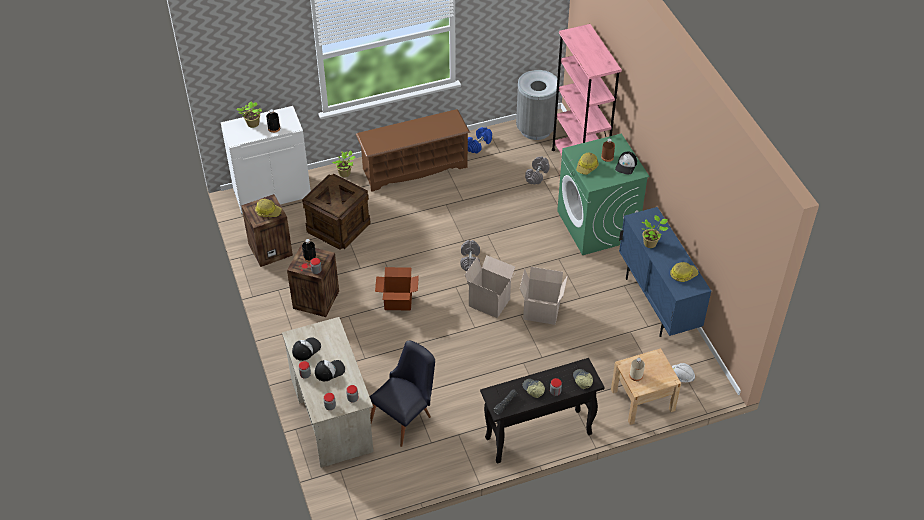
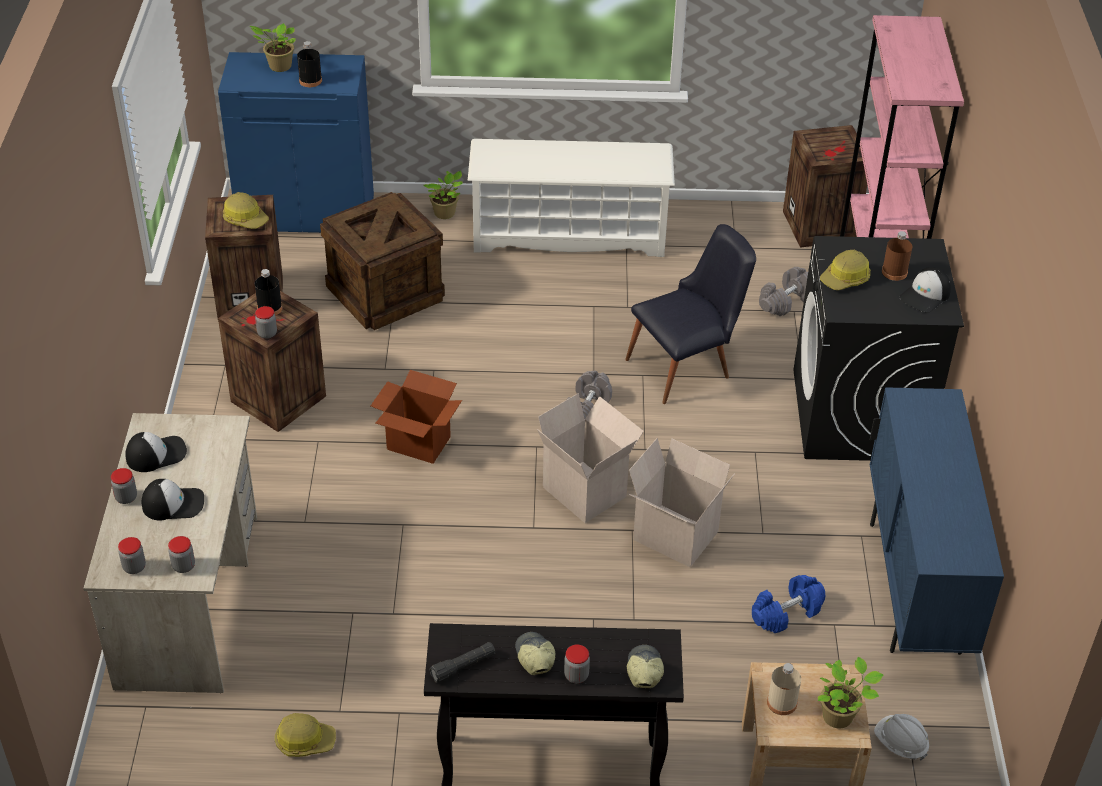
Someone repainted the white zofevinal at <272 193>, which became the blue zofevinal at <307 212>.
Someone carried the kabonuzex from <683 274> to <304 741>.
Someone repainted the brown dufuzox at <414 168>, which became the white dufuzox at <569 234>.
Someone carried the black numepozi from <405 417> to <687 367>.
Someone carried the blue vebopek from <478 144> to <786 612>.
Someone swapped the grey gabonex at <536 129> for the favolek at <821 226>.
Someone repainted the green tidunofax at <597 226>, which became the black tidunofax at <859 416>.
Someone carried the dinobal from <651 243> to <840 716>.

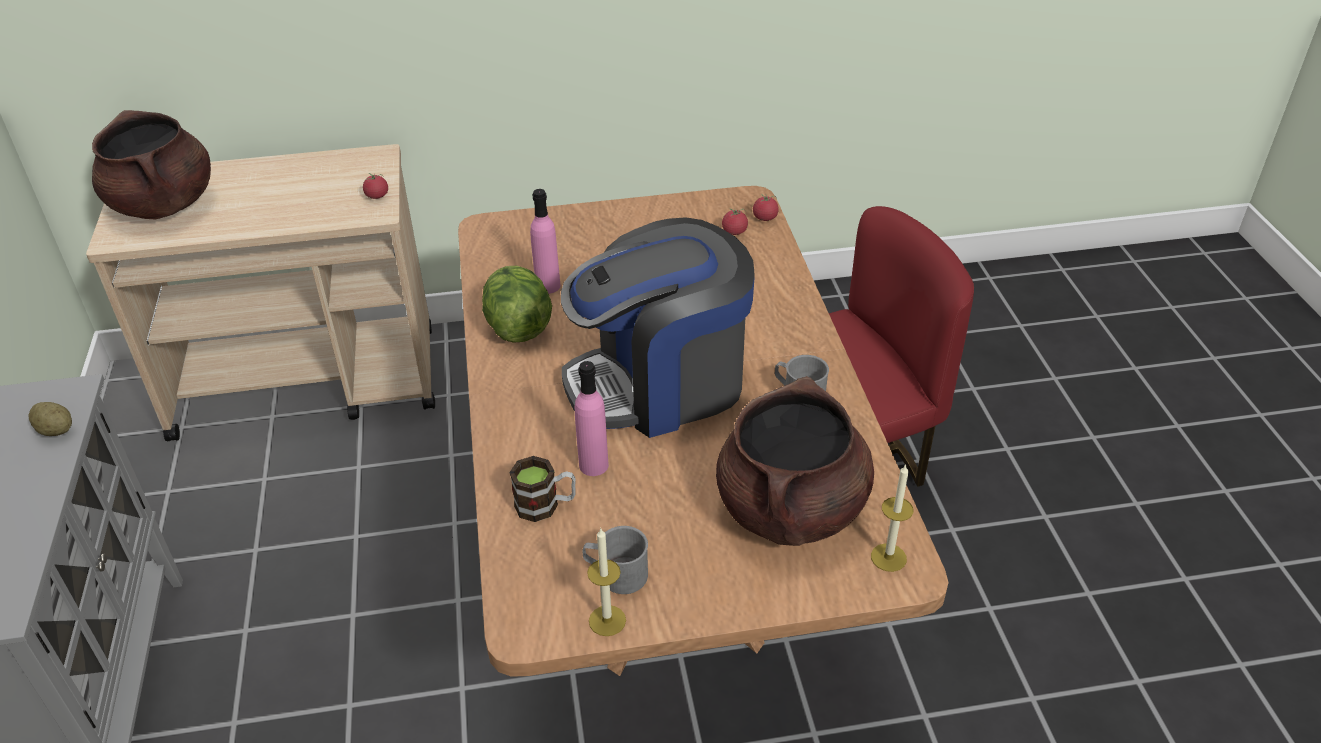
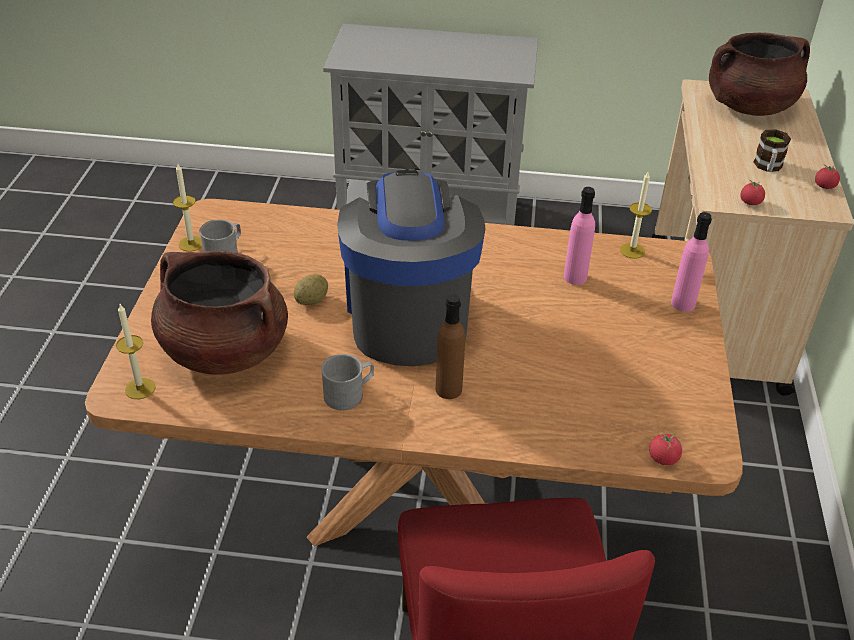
Someone carried the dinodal from <56 430> to <311 300>.
Someone put down the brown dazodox at <448 389>.
Someone put down the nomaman at <632 251>.
Someone carried the pink dazodox from <593 465> to <683 303>.
Someone carried the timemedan from <546 505> to <767 167>.
Someone carried the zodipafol from <734 231> to <824 186>.
Someone took away the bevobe at <518 327>.

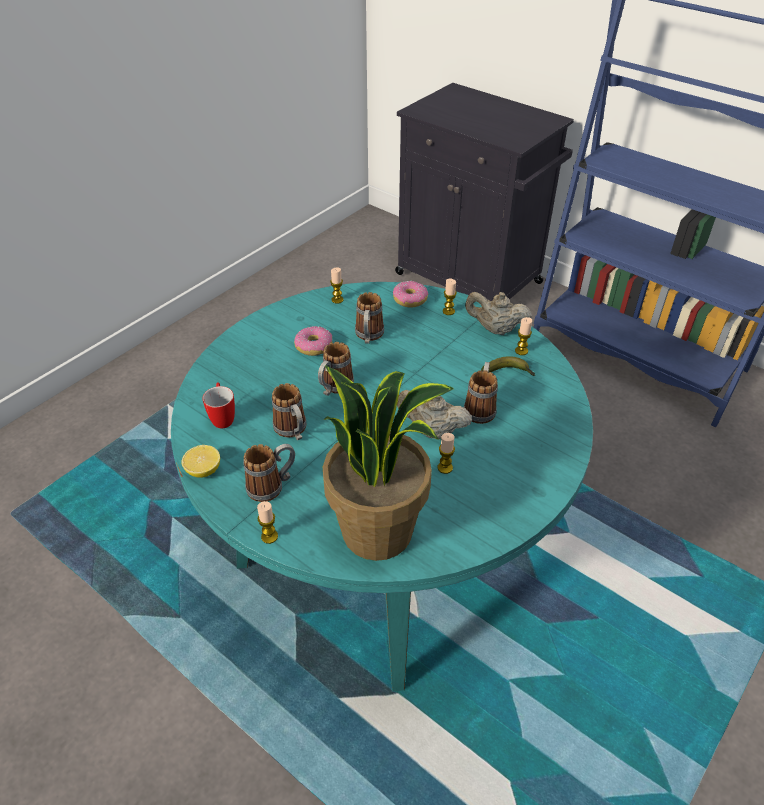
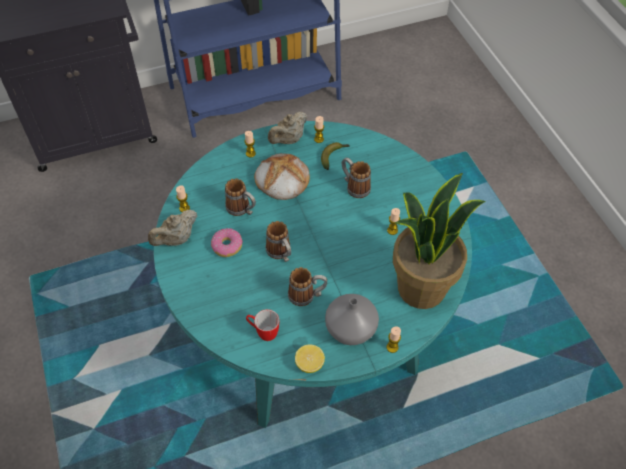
Someone carried the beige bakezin from <432 431> to <176 239>.
Someone put down the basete at <281 179>.
Someone swapped the timemedan at <272 486> for the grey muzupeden at <349 328>.
Someone took away the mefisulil at <410 299>.

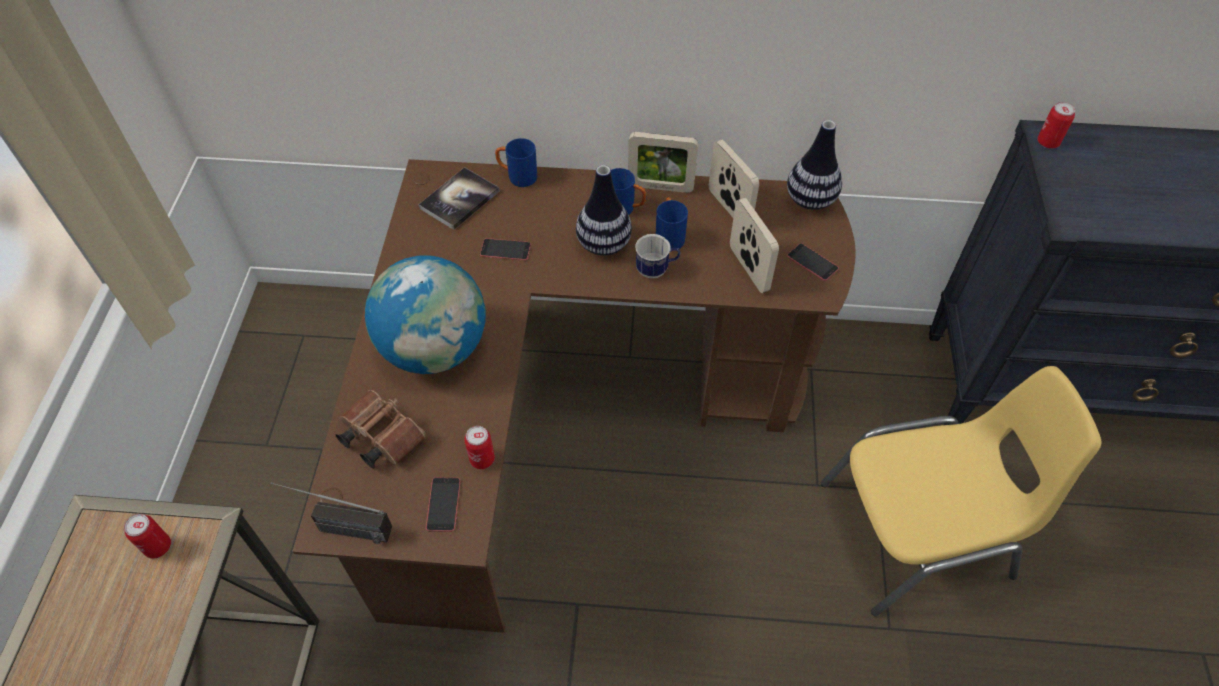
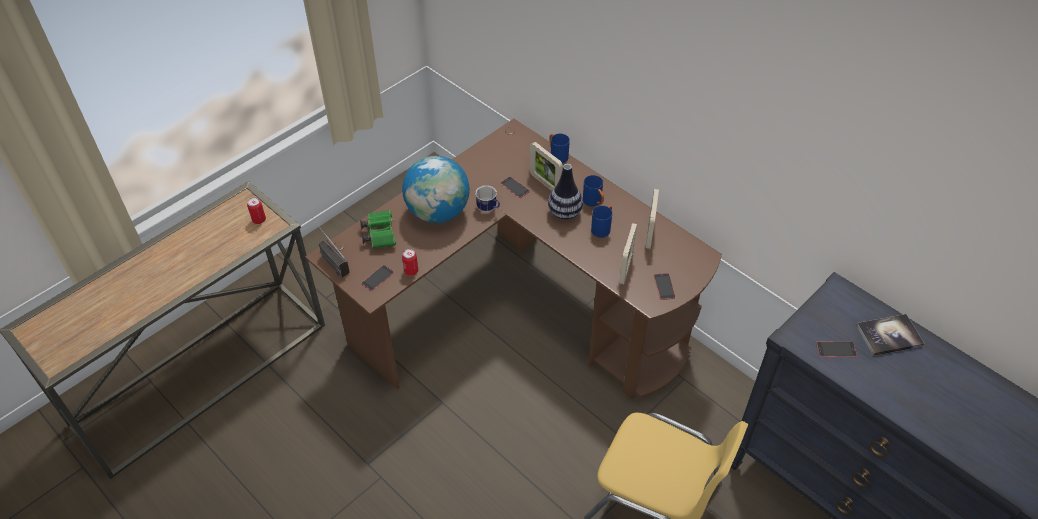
Someone repainted the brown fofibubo at <379 436>, which became the green fofibubo at <379 234>.
Someone carried the timemedan from <656 270> to <489 209>.
Someone carried the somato from <660 187> to <545 183>.
Someone put down the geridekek at <836 349>.
Someone carried the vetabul from <459 199> to <889 336>.
Someone took away the muzupeden at <810 200>.
Someone took away the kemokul at <1047 142>.

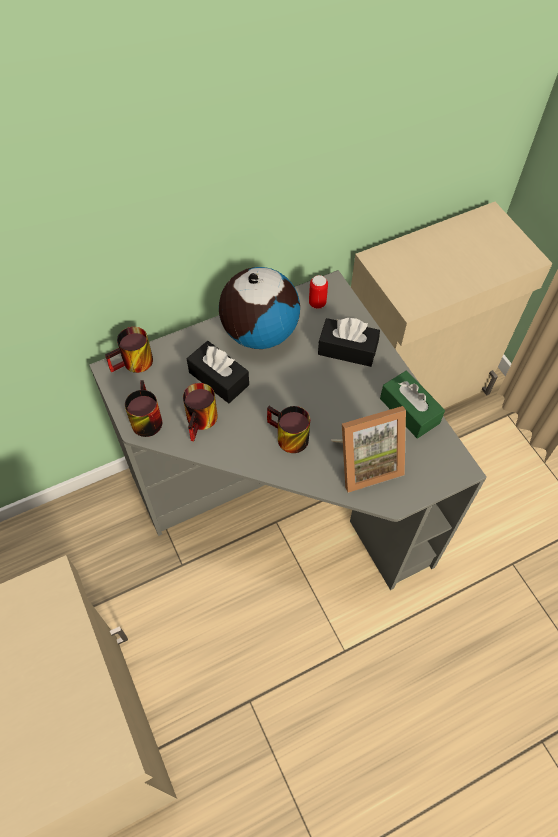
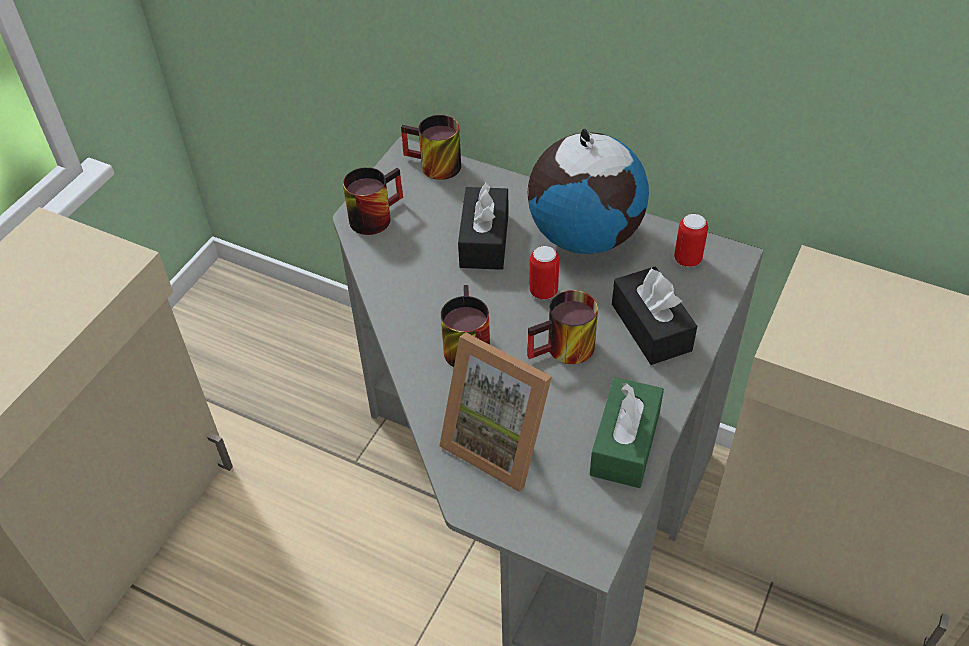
Someone carried the timemedan from <203 422> to <565 352>.
Someone put down the kemokul at <543 292>.

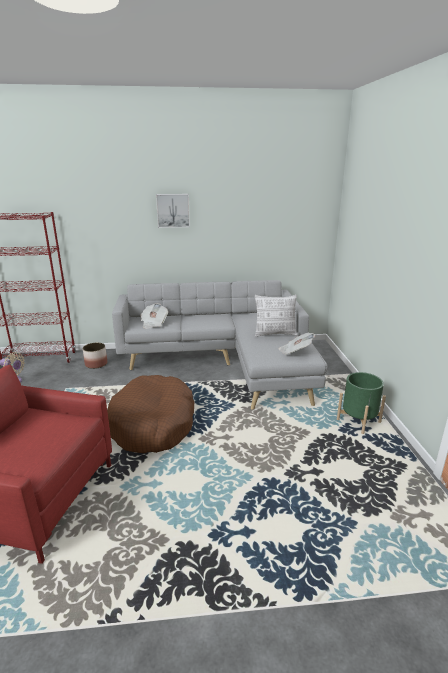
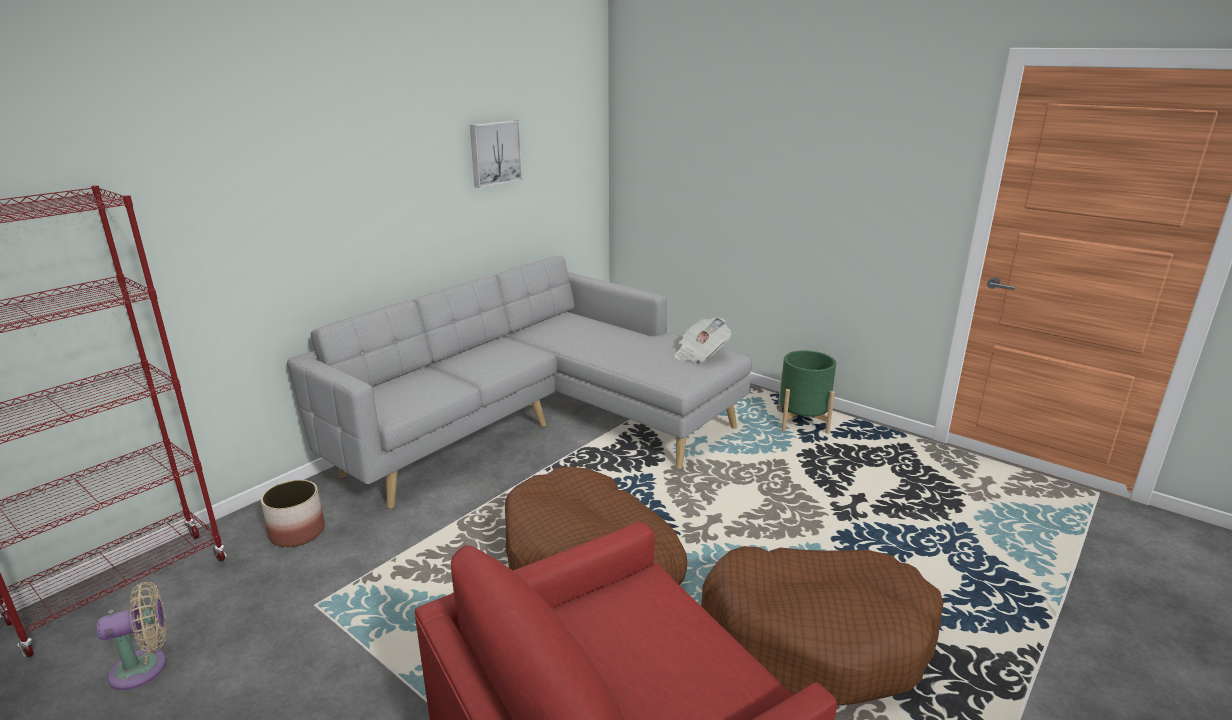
Someone carried the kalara from <173 210> to <494 153>.
Someone put down the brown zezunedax at <817 637>.
Someone took away the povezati at <153 323>.
Someone took away the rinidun at <275 334>.

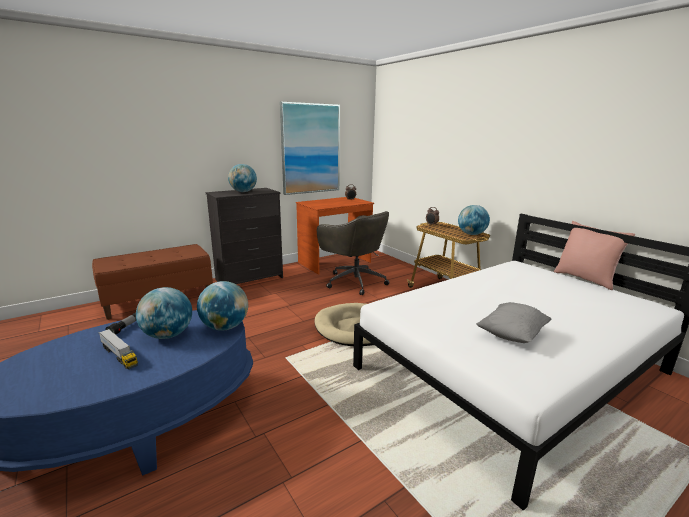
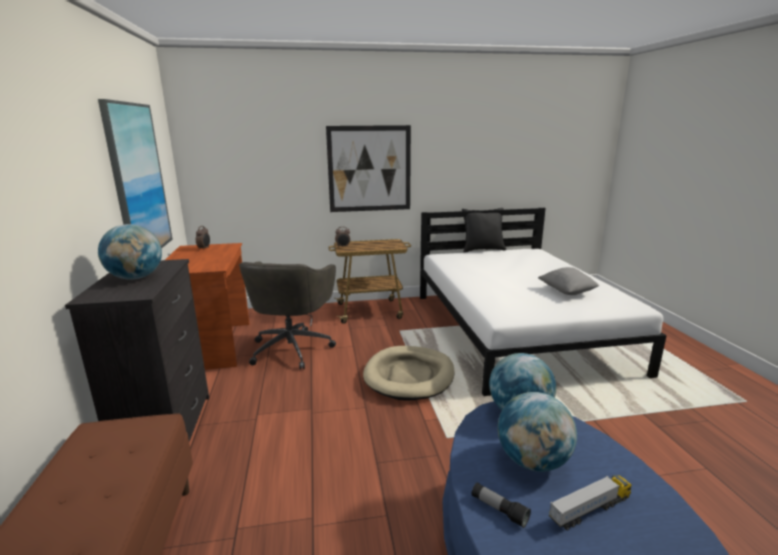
Someone rotated the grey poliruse at <354 281> by 120 degrees clockwise.
Someone put up the kalara at <369 169>.
Someone repainted the pink rinidun at <585 279>, which became the black rinidun at <482 249>.
Someone took away the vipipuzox at <471 234>.

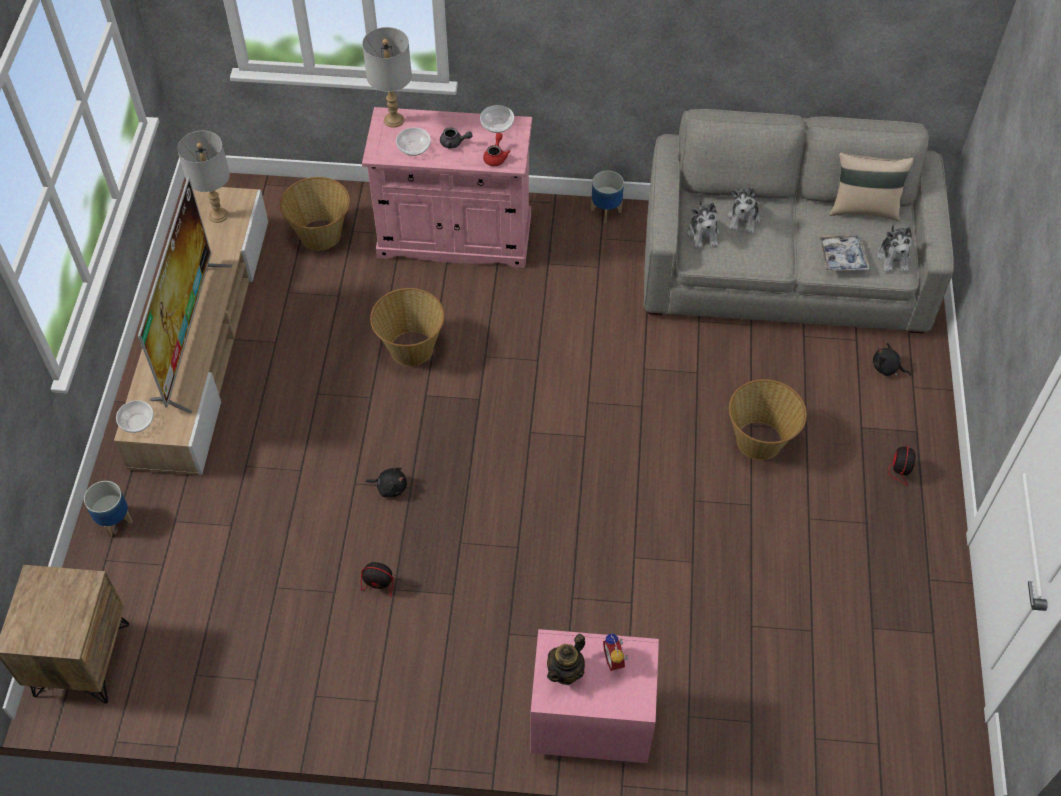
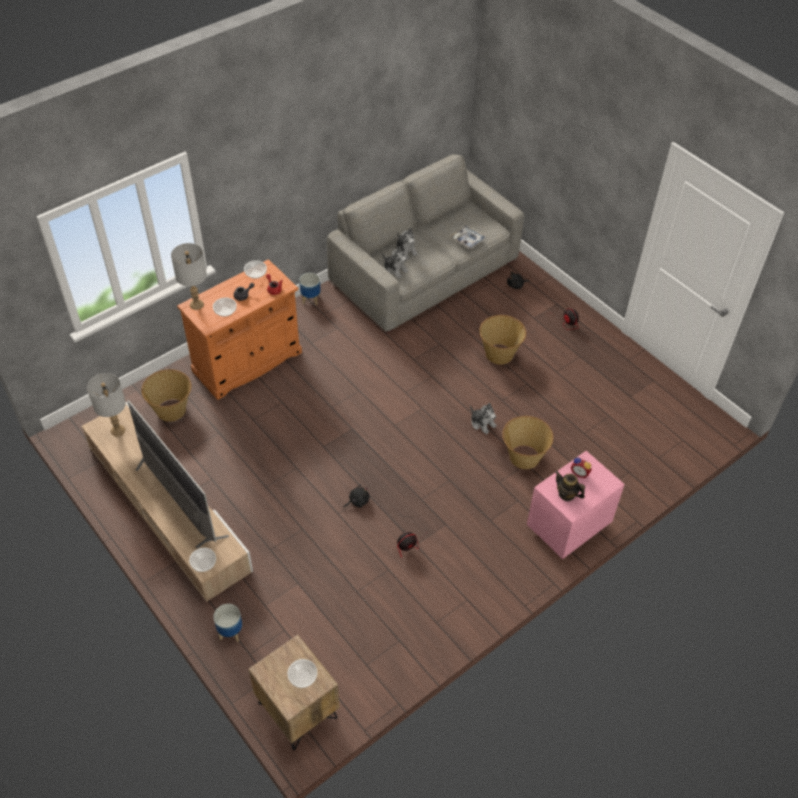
Someone repainted the pink zofevinal at <454 236>, which became the orange zofevinal at <247 362>.
Someone put down the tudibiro at <303 677>.
Someone carried the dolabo from <893 258> to <482 423>.
Someone carried the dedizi from <411 348> to <523 457>.
Someone rotated the bakezin at <566 672> by 135 degrees clockwise.
Someone took away the beige rinidun at <863 208>.

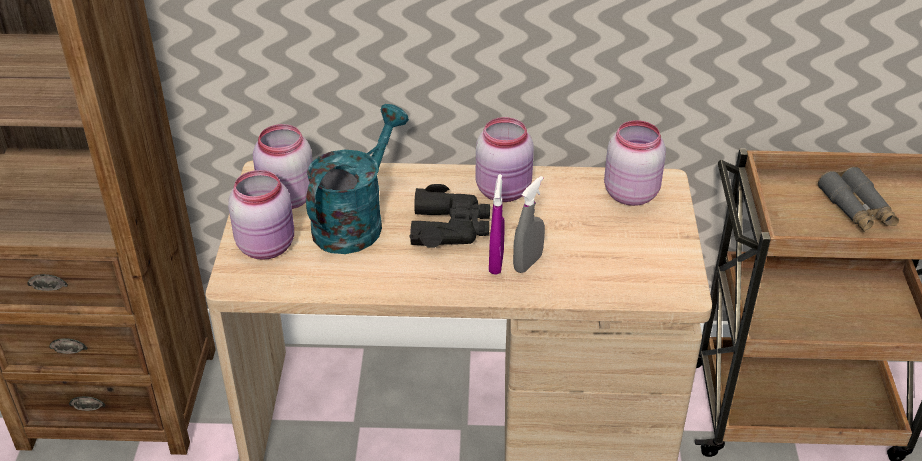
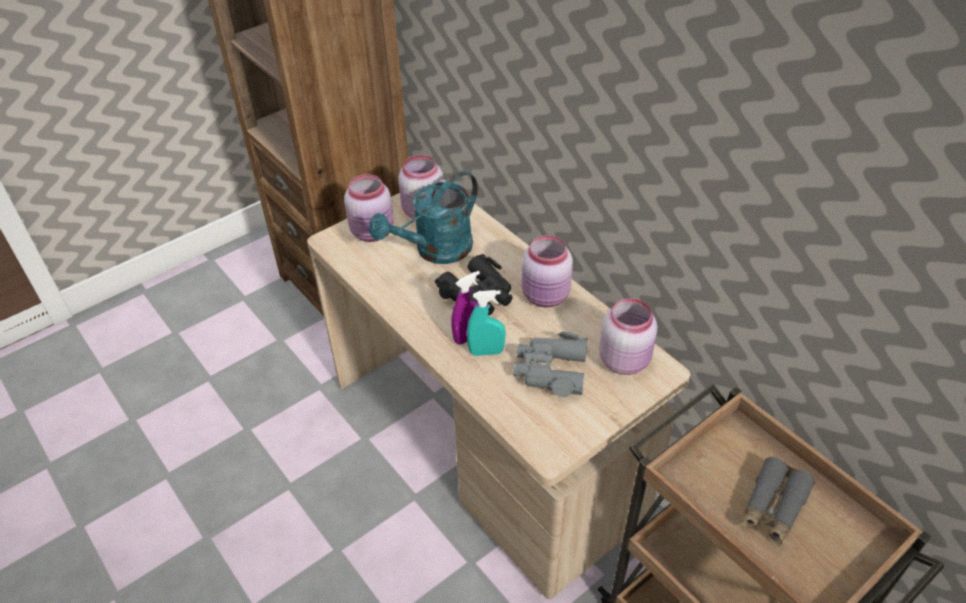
Someone rotated the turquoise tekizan at <355 221> by 150 degrees clockwise.
Someone repainted the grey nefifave at <527 263>, which became the turquoise nefifave at <486 352>.
Someone put down the grey fofibubo at <550 370>.

